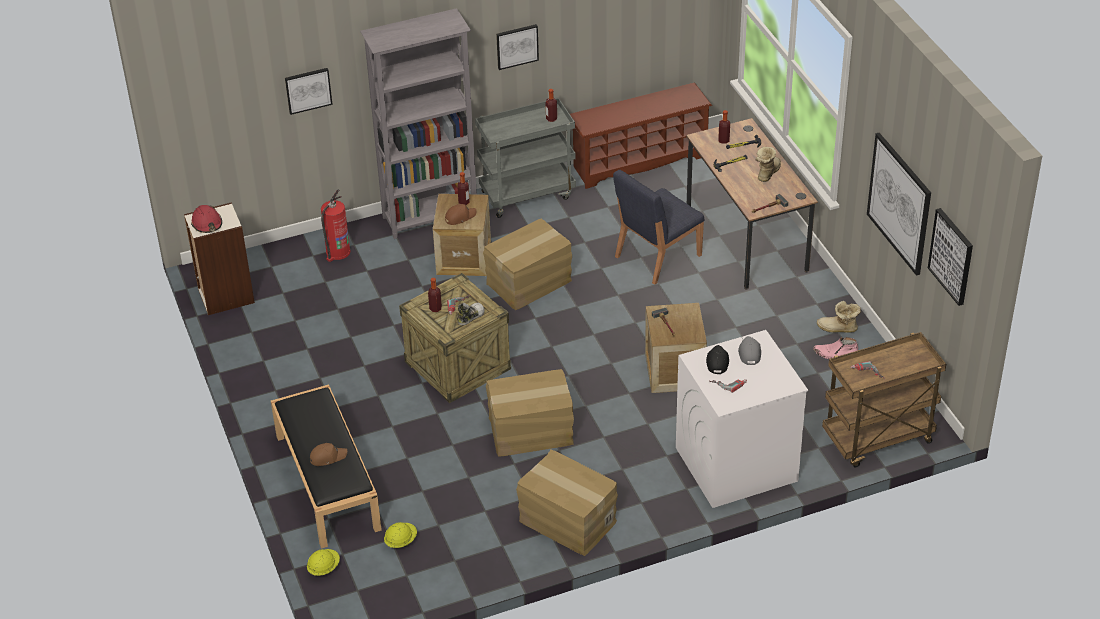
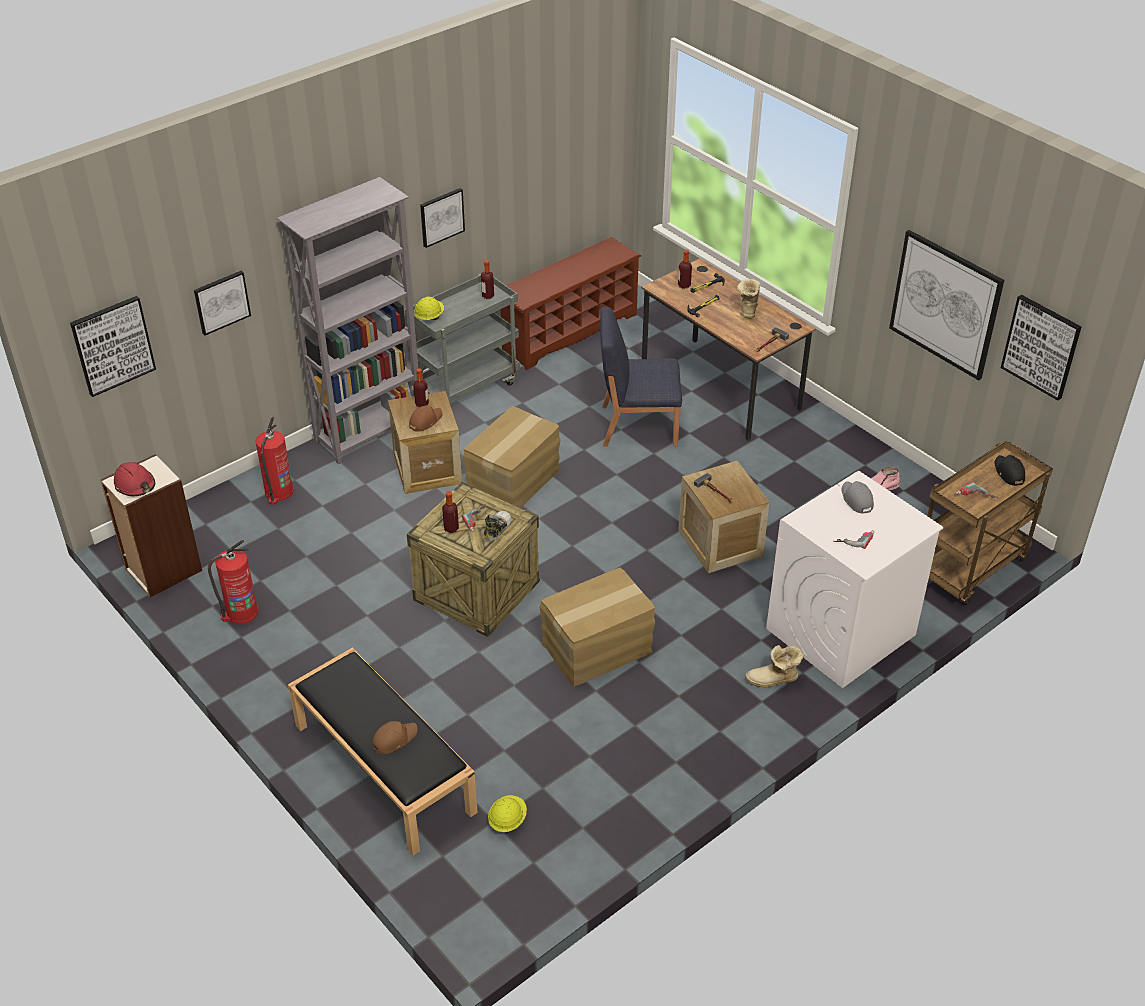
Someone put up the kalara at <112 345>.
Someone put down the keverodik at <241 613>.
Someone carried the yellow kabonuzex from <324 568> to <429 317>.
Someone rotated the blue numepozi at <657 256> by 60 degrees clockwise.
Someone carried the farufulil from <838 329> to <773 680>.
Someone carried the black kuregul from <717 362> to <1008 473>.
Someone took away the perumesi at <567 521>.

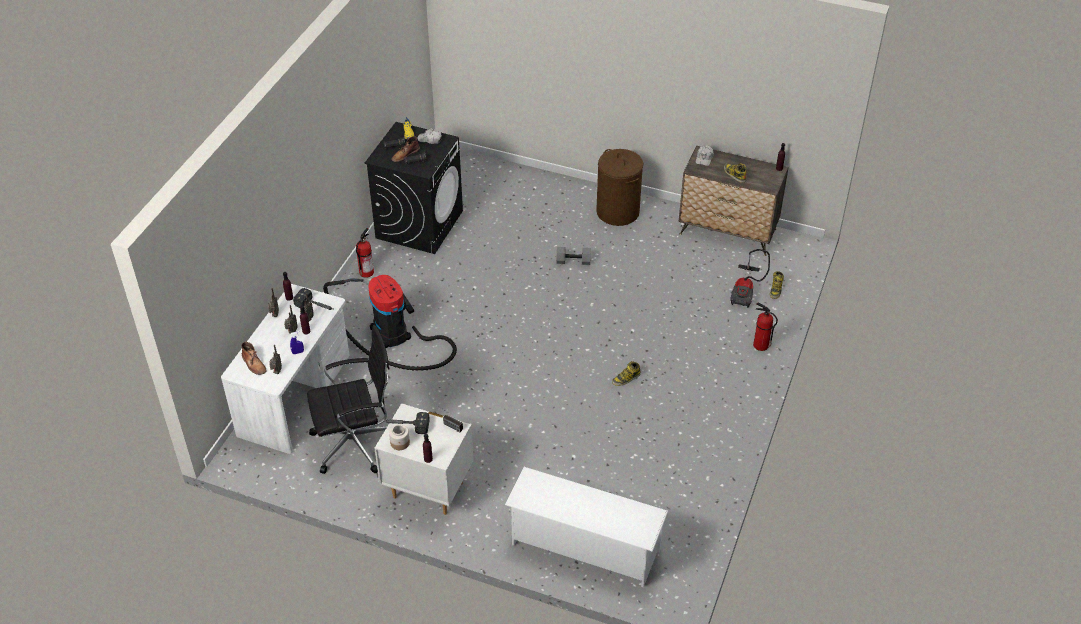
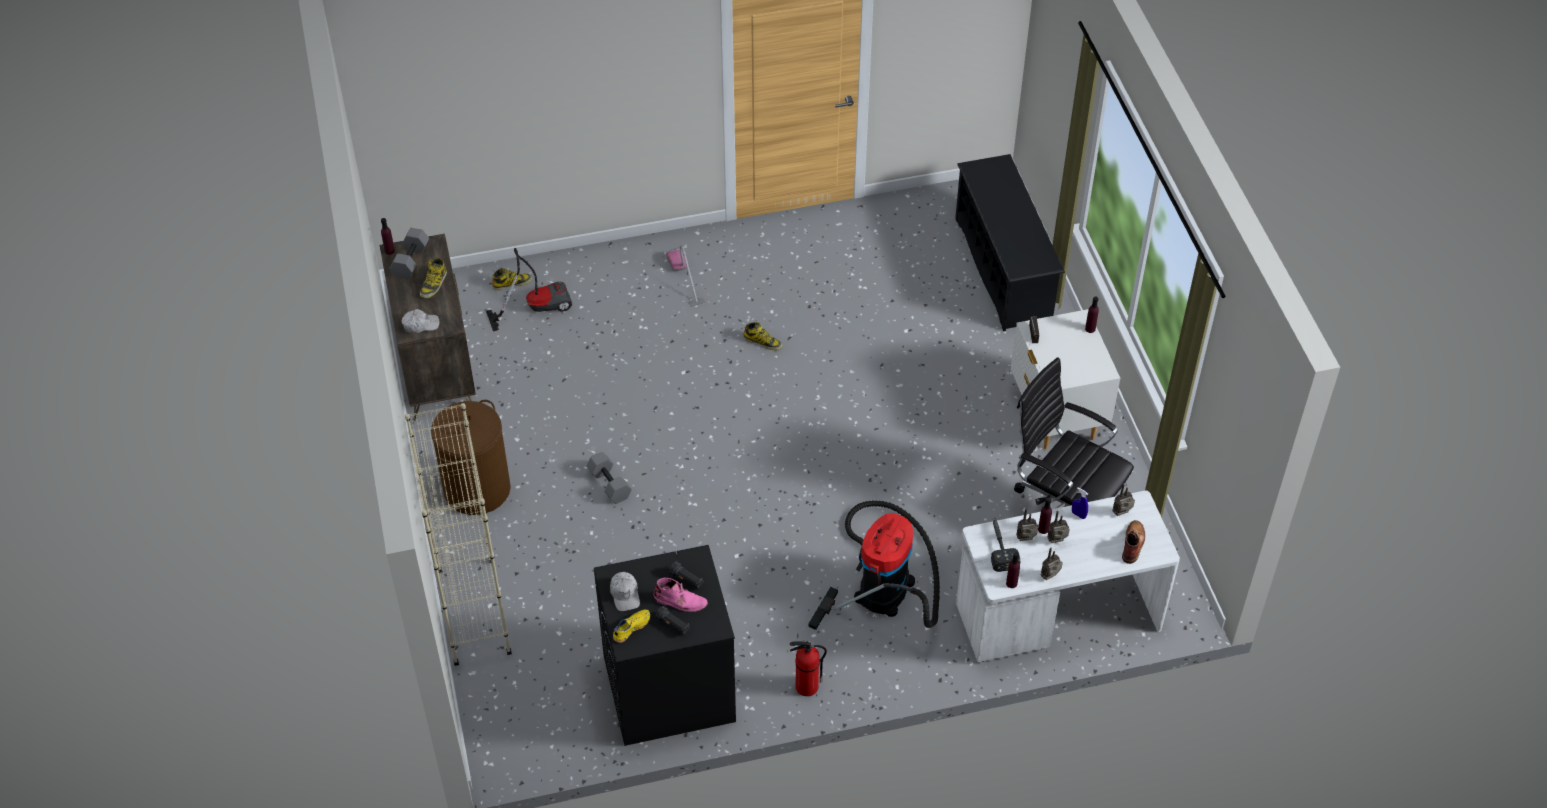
Someone put down the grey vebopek at <410 260>.
Someone put down the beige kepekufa at <474 612>.
Someone repainted the brown farufulil at <405 154>, which became the pink farufulil at <680 601>.
Someone put down the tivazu at <685 280>.
Someone repainted the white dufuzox at <584 547>, which became the black dufuzox at <1003 269>.
Someone took away the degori at <406 426>.
Someone took away the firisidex at <400 443>.
Someone took away the keverodik at <760 345>.

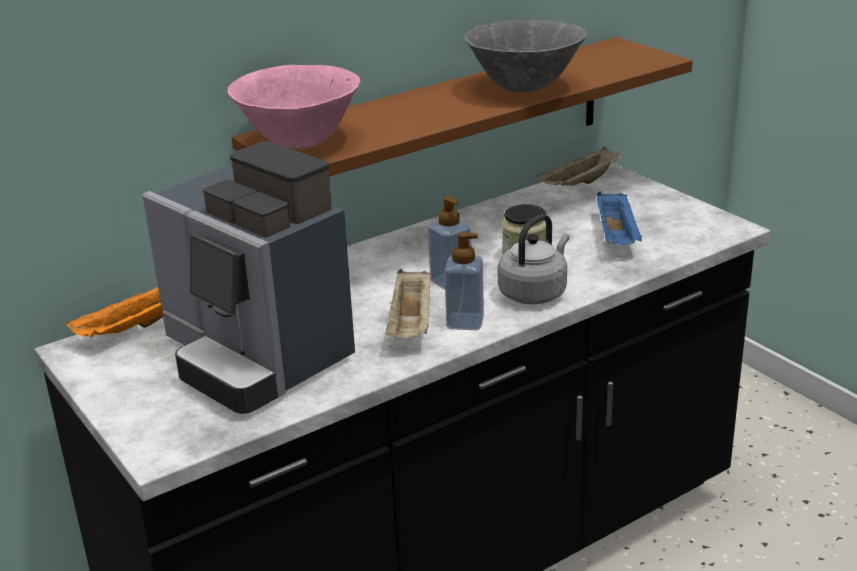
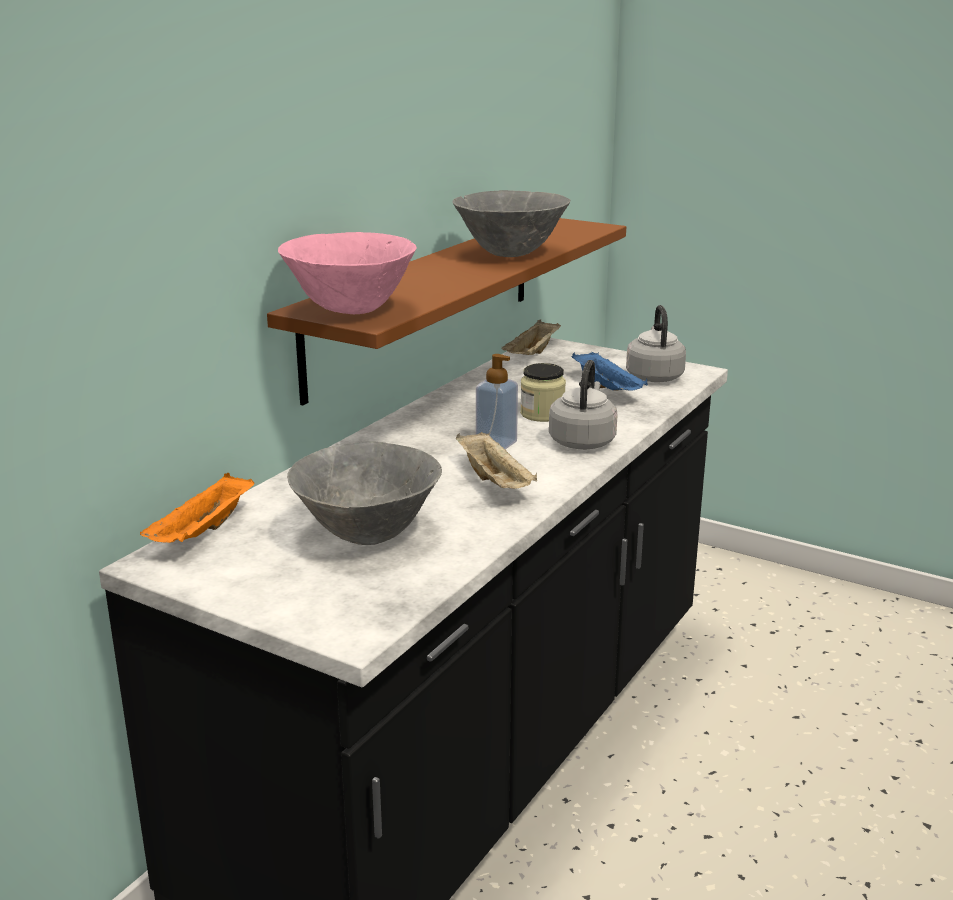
Someone swapped the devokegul at <255 358> for the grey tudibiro at <368 535>.
Someone put down the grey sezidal at <654 376>.
Someone took away the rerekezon at <465 322>.

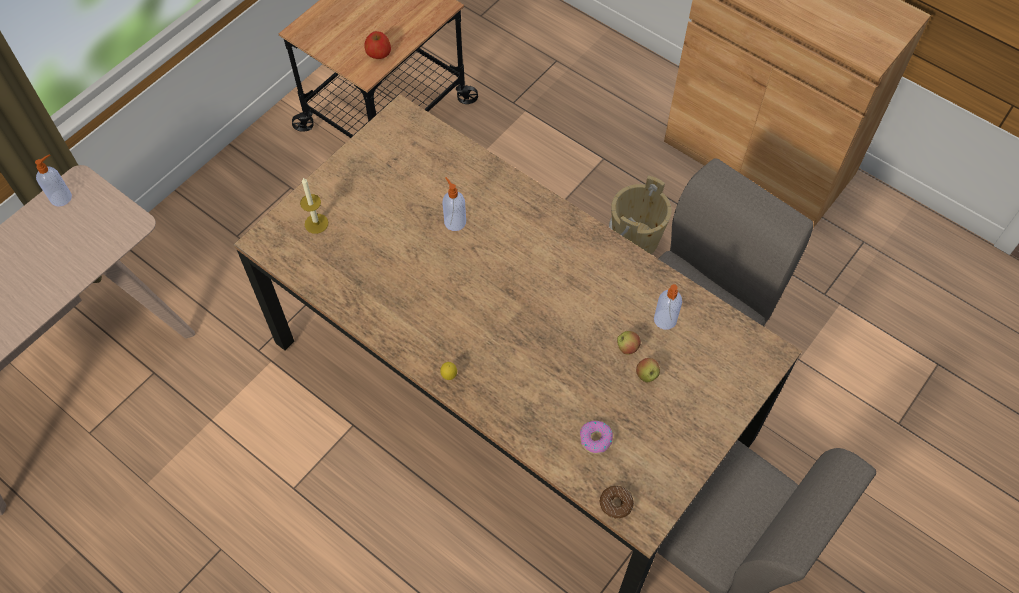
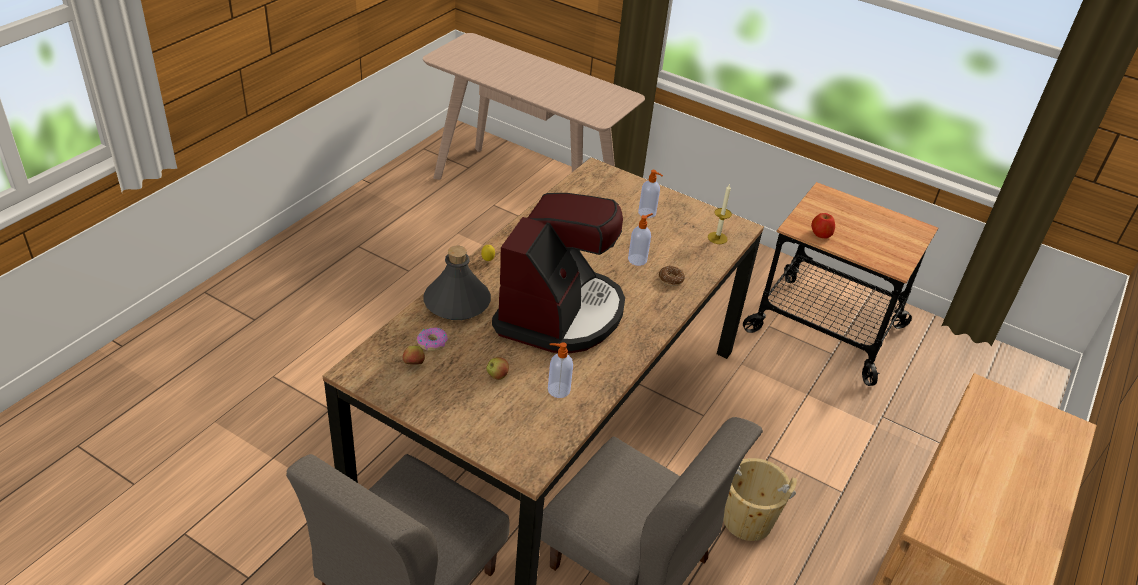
Someone carried the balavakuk from <627 347> to <414 364>.
Someone put down the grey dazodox at <457 302>.
Someone put down the devokegul at <560 313>.
Someone carried the rerekezon from <62 197> to <647 213>.
Someone carried the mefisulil from <616 504> to <670 279>.
Someone carried the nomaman from <316 223> to <717 238>.

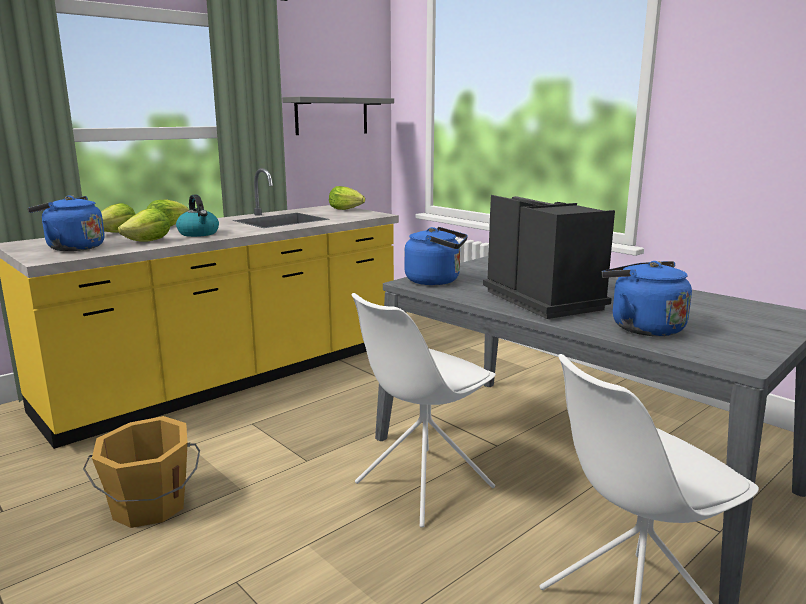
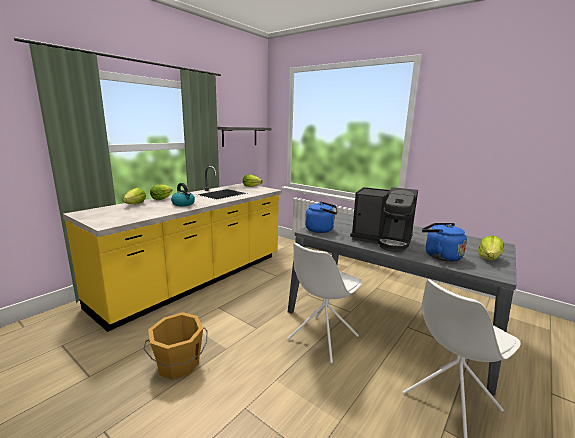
Someone rotated the devokegul at <545 300> by 150 degrees clockwise.
Someone carried the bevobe from <149 241> to <489 258>.
Someone took away the blue sezidal at <72 248>.

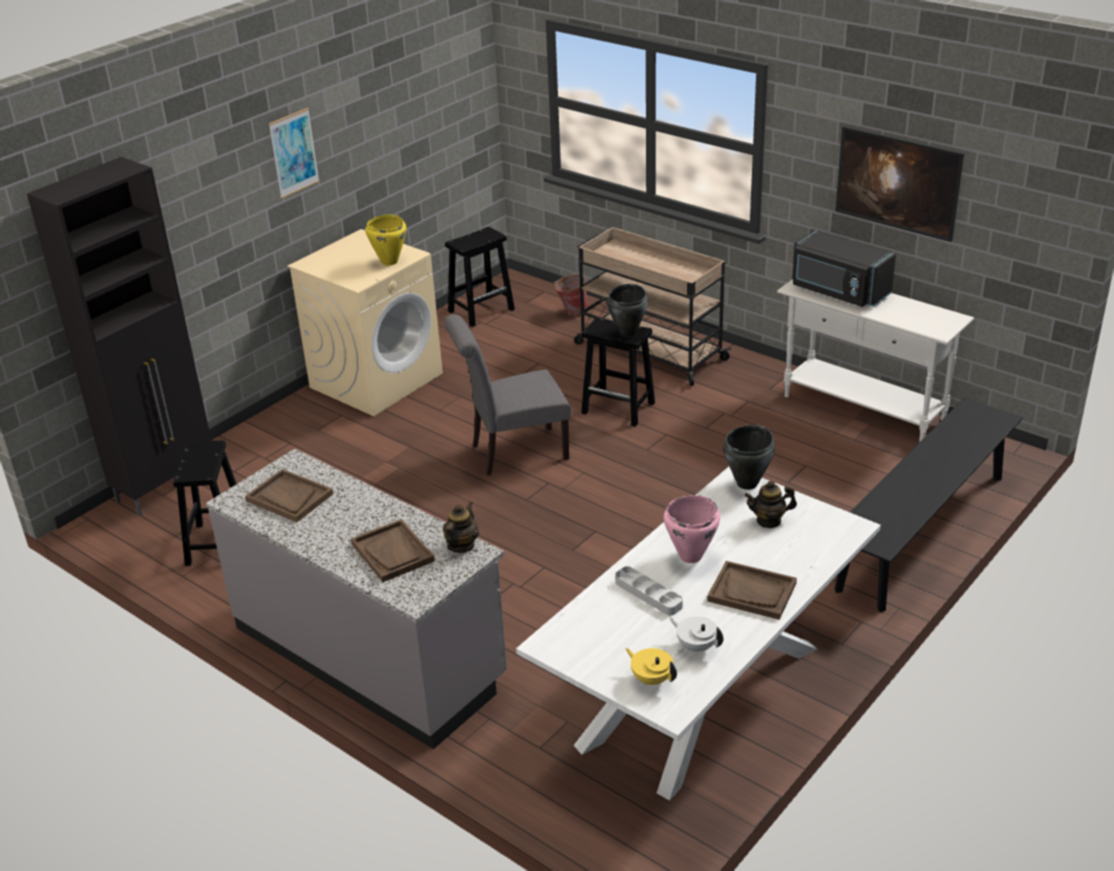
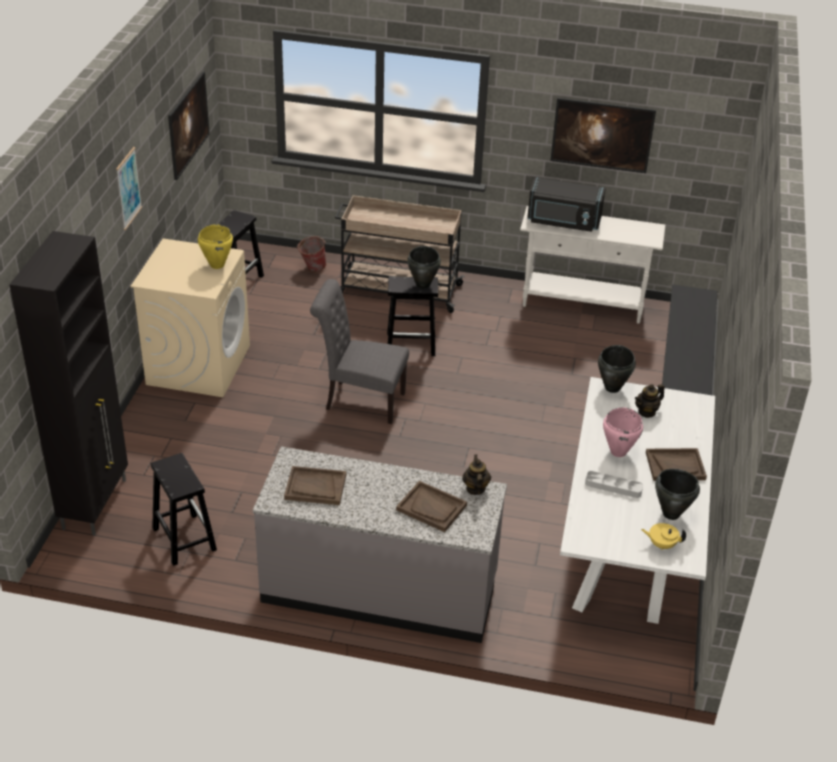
Someone put up the kalara at <189 140>.
Someone rotated the grey numepozi at <513 453> by 60 degrees clockwise.
Someone swapped the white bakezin at <696 646> for the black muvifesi at <671 513>.

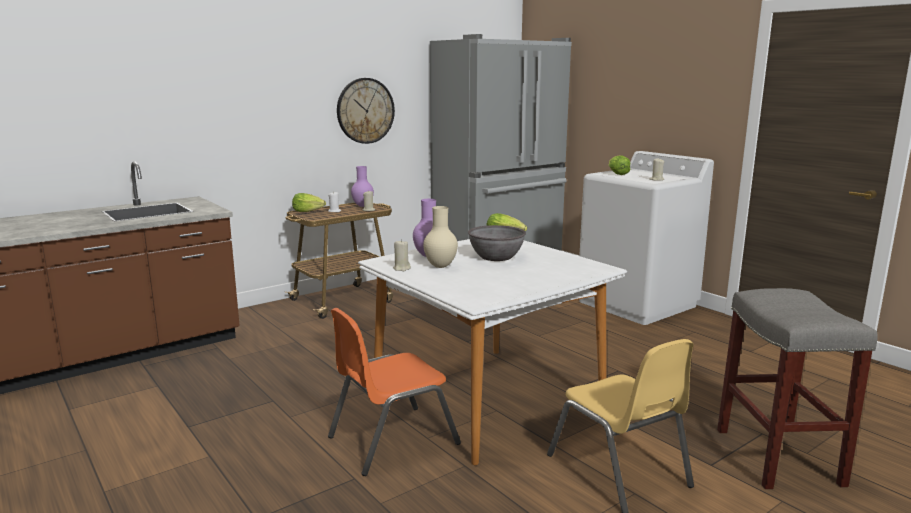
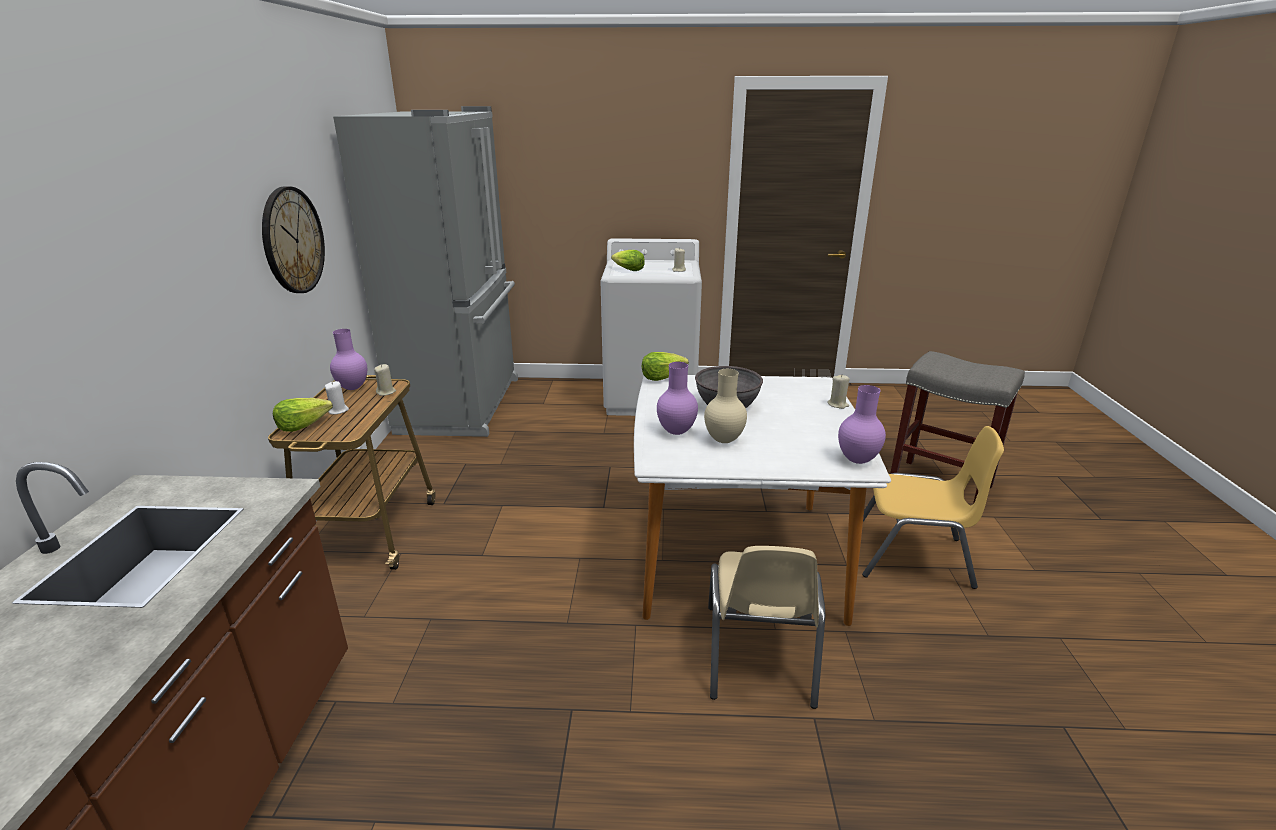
Someone repainted the orange numepozi at <392 440>, which became the beige numepozi at <759 654>.
Someone carried the beige nomaman from <402 268> to <837 404>.
Someone put down the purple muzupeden at <858 460>.

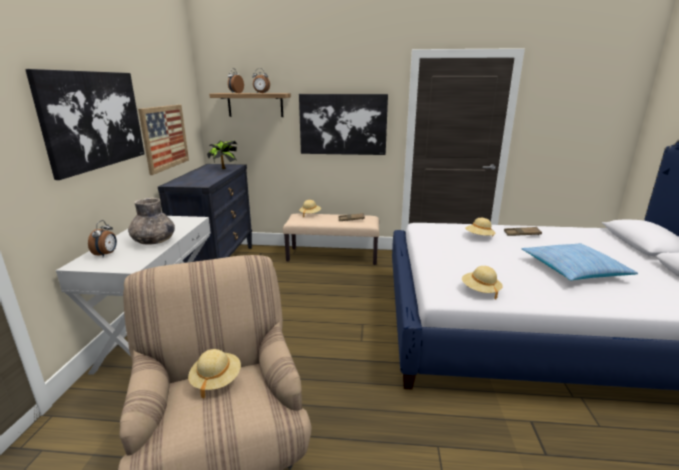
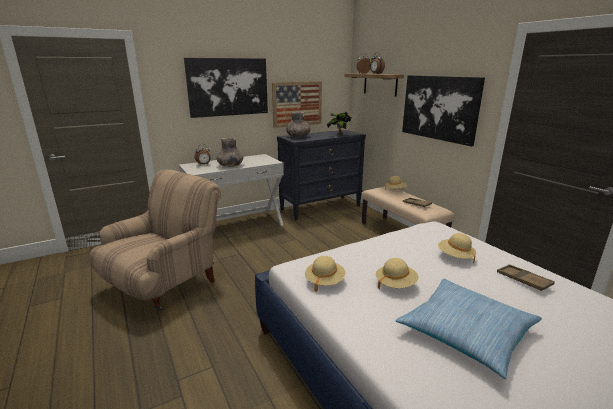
Someone put down the grey muzupeden at <298 137>.
Someone carried the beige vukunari from <216 380> to <395 284>.

